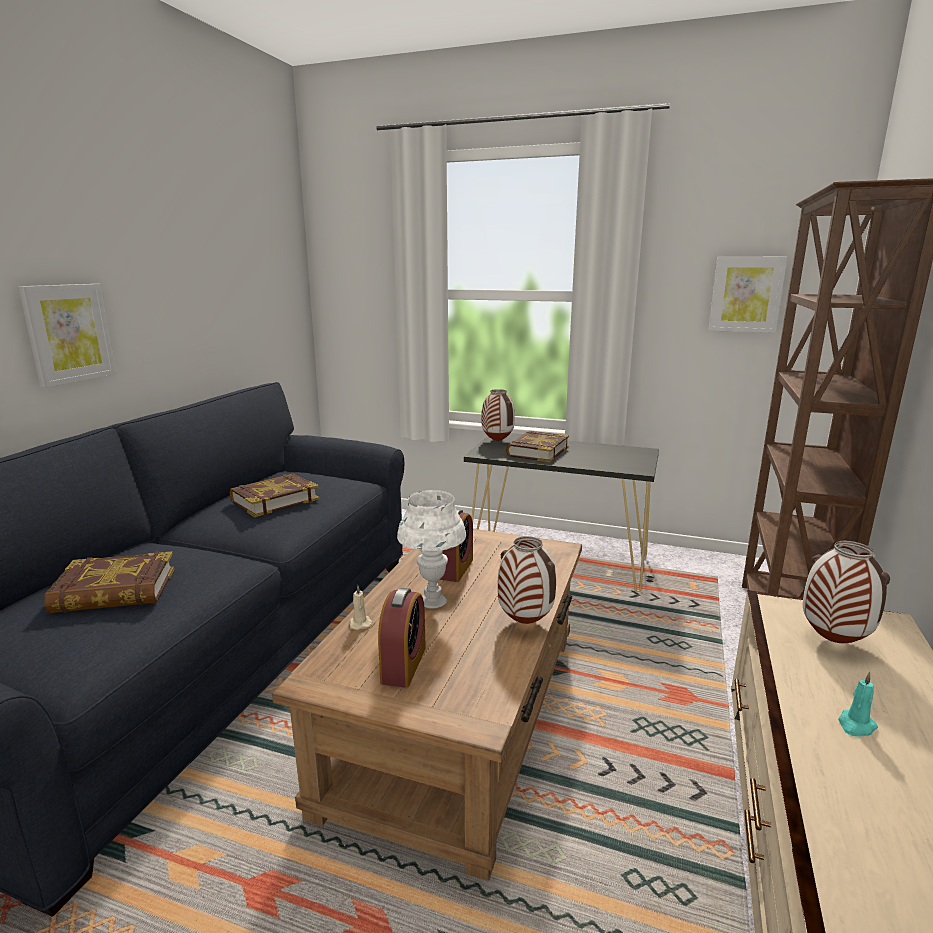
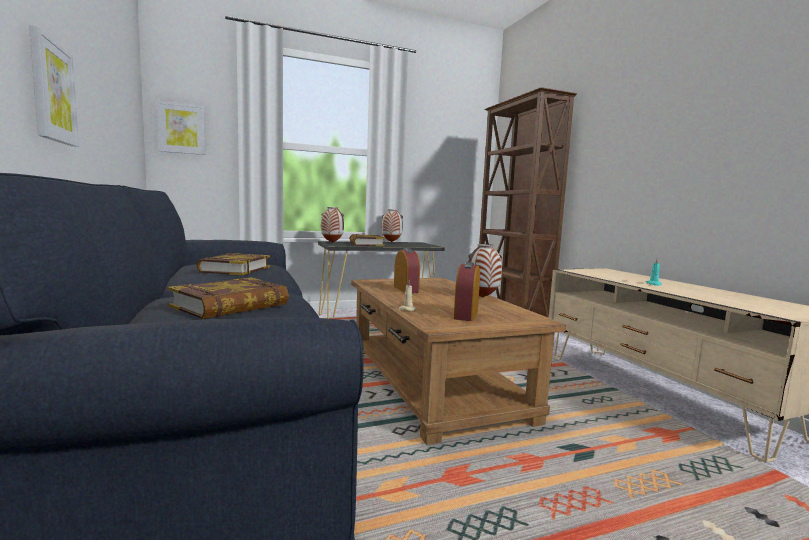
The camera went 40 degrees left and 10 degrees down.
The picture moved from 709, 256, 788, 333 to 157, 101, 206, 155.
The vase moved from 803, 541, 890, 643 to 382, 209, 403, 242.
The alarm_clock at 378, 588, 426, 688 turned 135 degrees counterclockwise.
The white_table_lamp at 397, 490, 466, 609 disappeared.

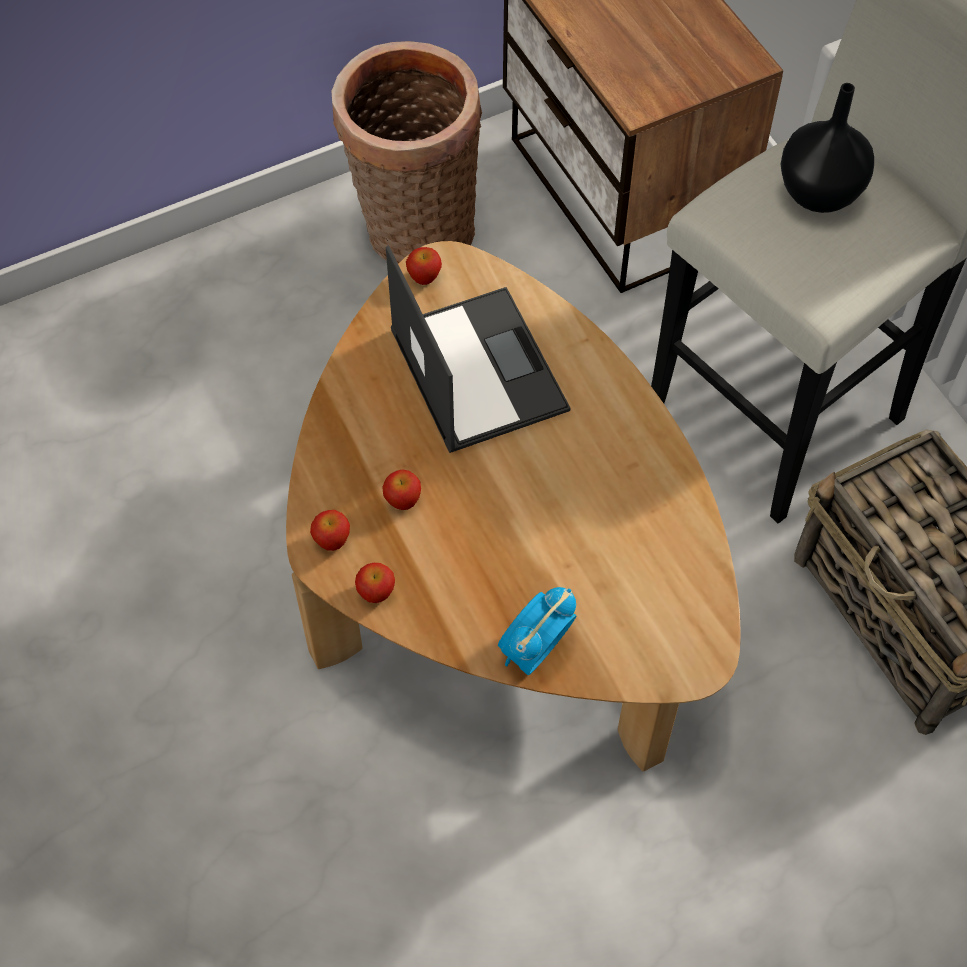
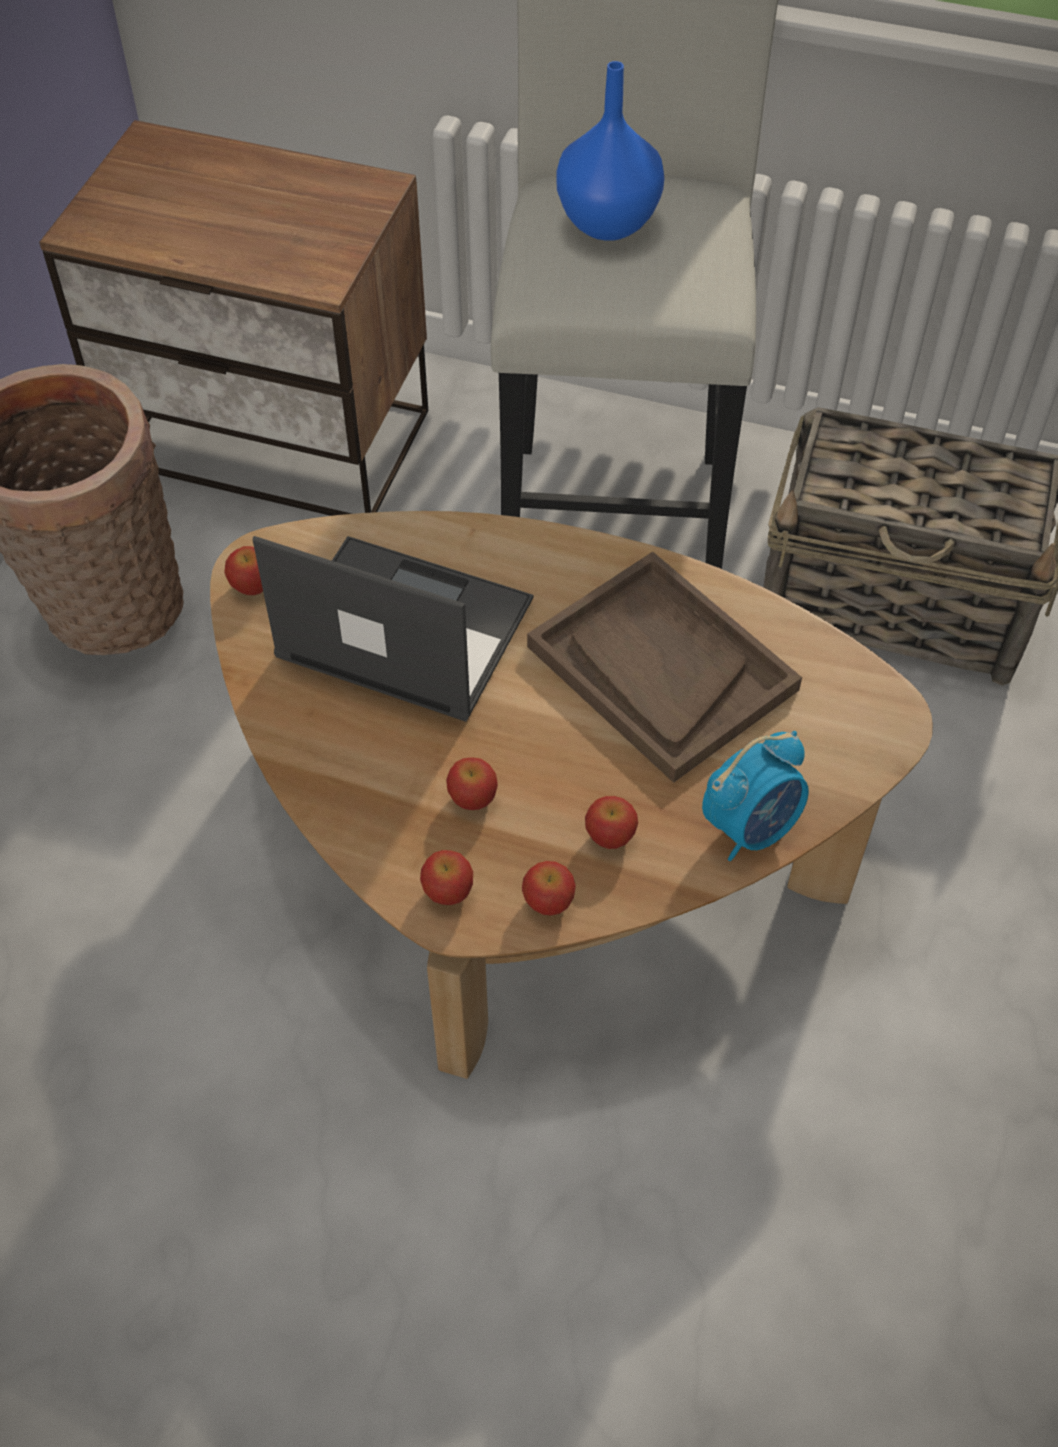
The camera went 45 degrees left and 5 degrees down.
The brown_tray at 527, 552, 802, 783 appeared.
The black_vase at 780, 83, 874, 213 became the blue_vase at 556, 61, 664, 241.
The apple at 585, 796, 638, 849 appeared.
The alarm_clock at 498, 587, 576, 675 turned 120 degrees counterclockwise.

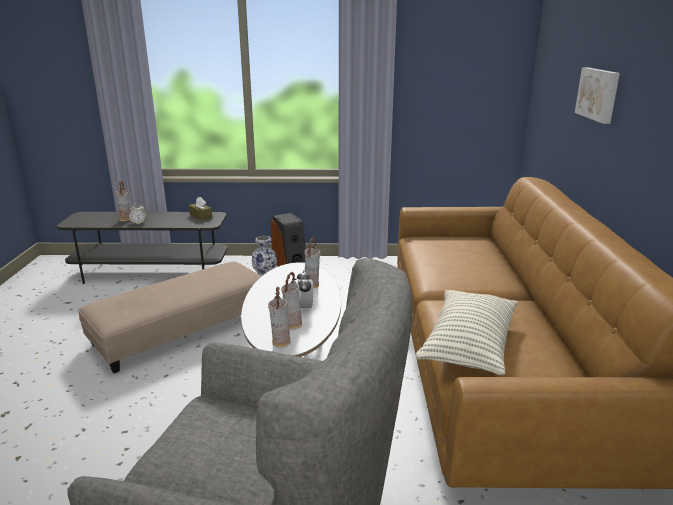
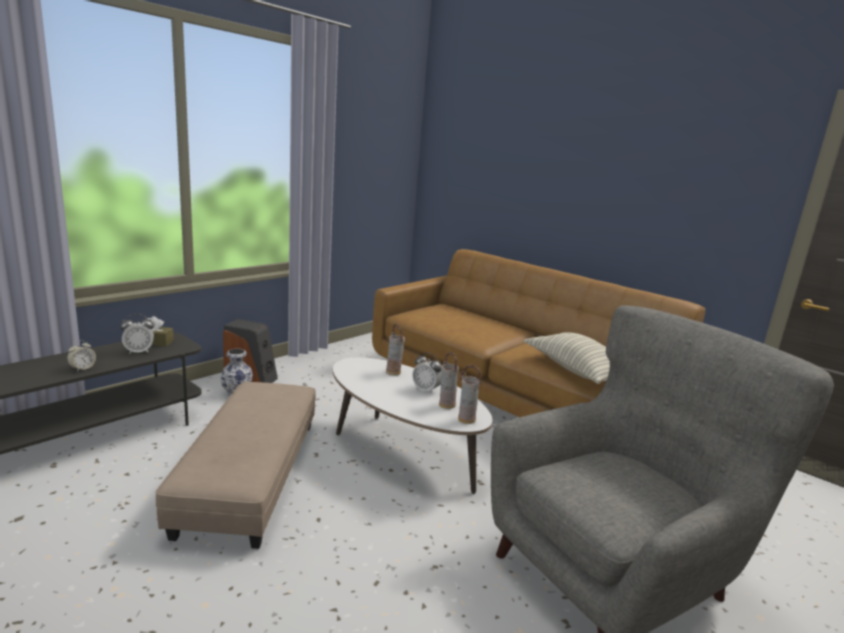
The camera went 50 degrees left and 5 degrees down.
The alarm_clock at 120, 314, 154, 354 appeared.
The vase at 116, 181, 131, 221 disappeared.
The picture at 575, 67, 620, 124 disappeared.

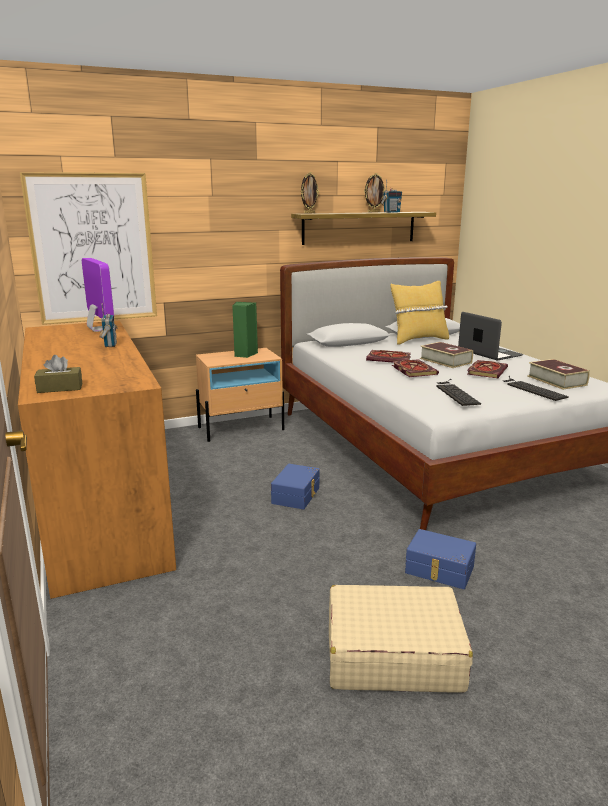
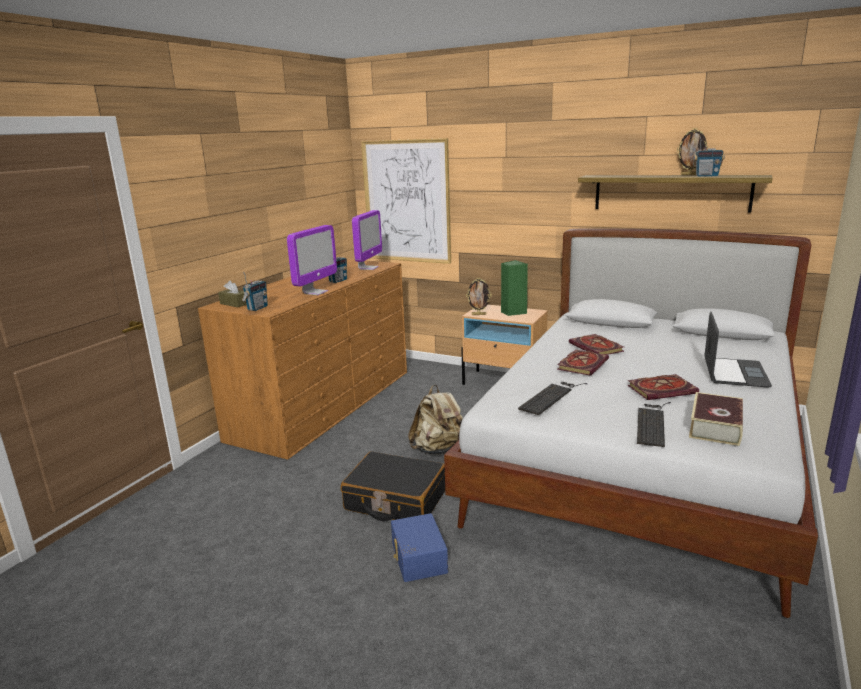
The camera went 50 degrees right and 0 degrees up.
The radio at 242, 272, 268, 311 appeared.
The monitor at 287, 225, 337, 295 appeared.
The black_suitcase at 341, 451, 445, 521 appeared.
The blue_storage_box at 271, 464, 320, 509 was replaced by the beige_backpack at 408, 385, 463, 455.
The picture_frame moved from 301, 172, 319, 214 to 466, 278, 491, 315.
The beige_suitcase at 329, 585, 473, 692 disappeared.
The yellow_pillow at 390, 281, 449, 345 disappeared.
The book at 420, 342, 473, 368 disappeared.

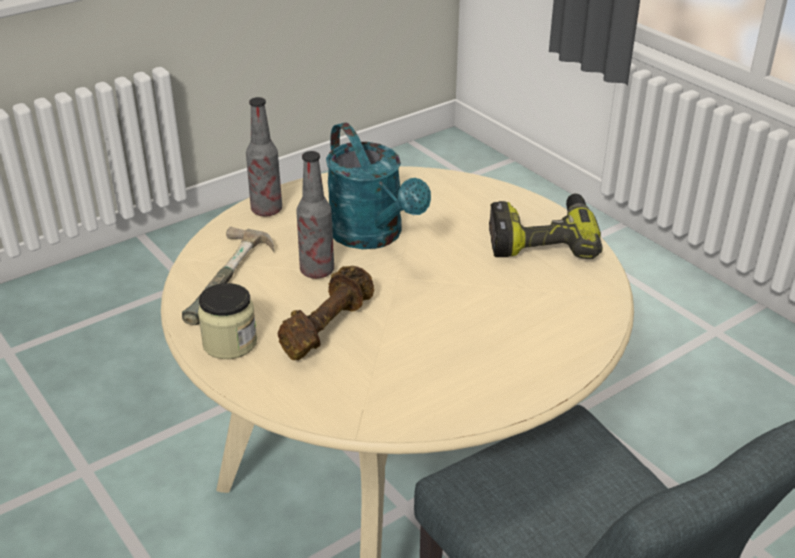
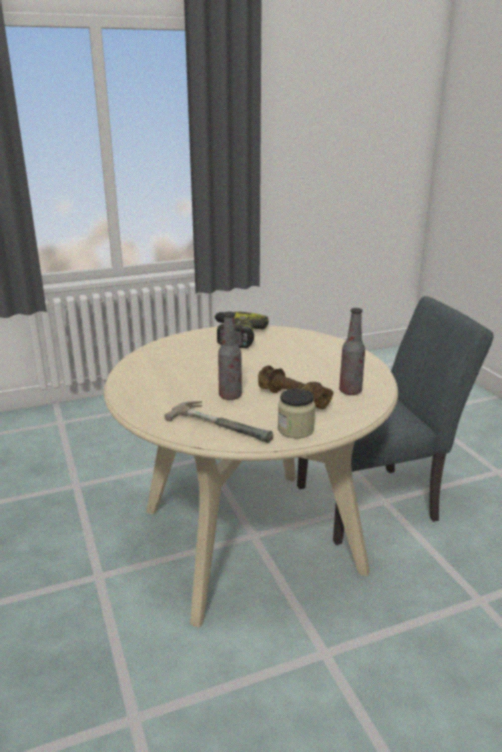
The camera went 75 degrees left and 10 degrees down.
The bottle moved from 246, 97, 282, 216 to 339, 308, 365, 395.
The turquoise_watering_can at 326, 122, 431, 249 disappeared.

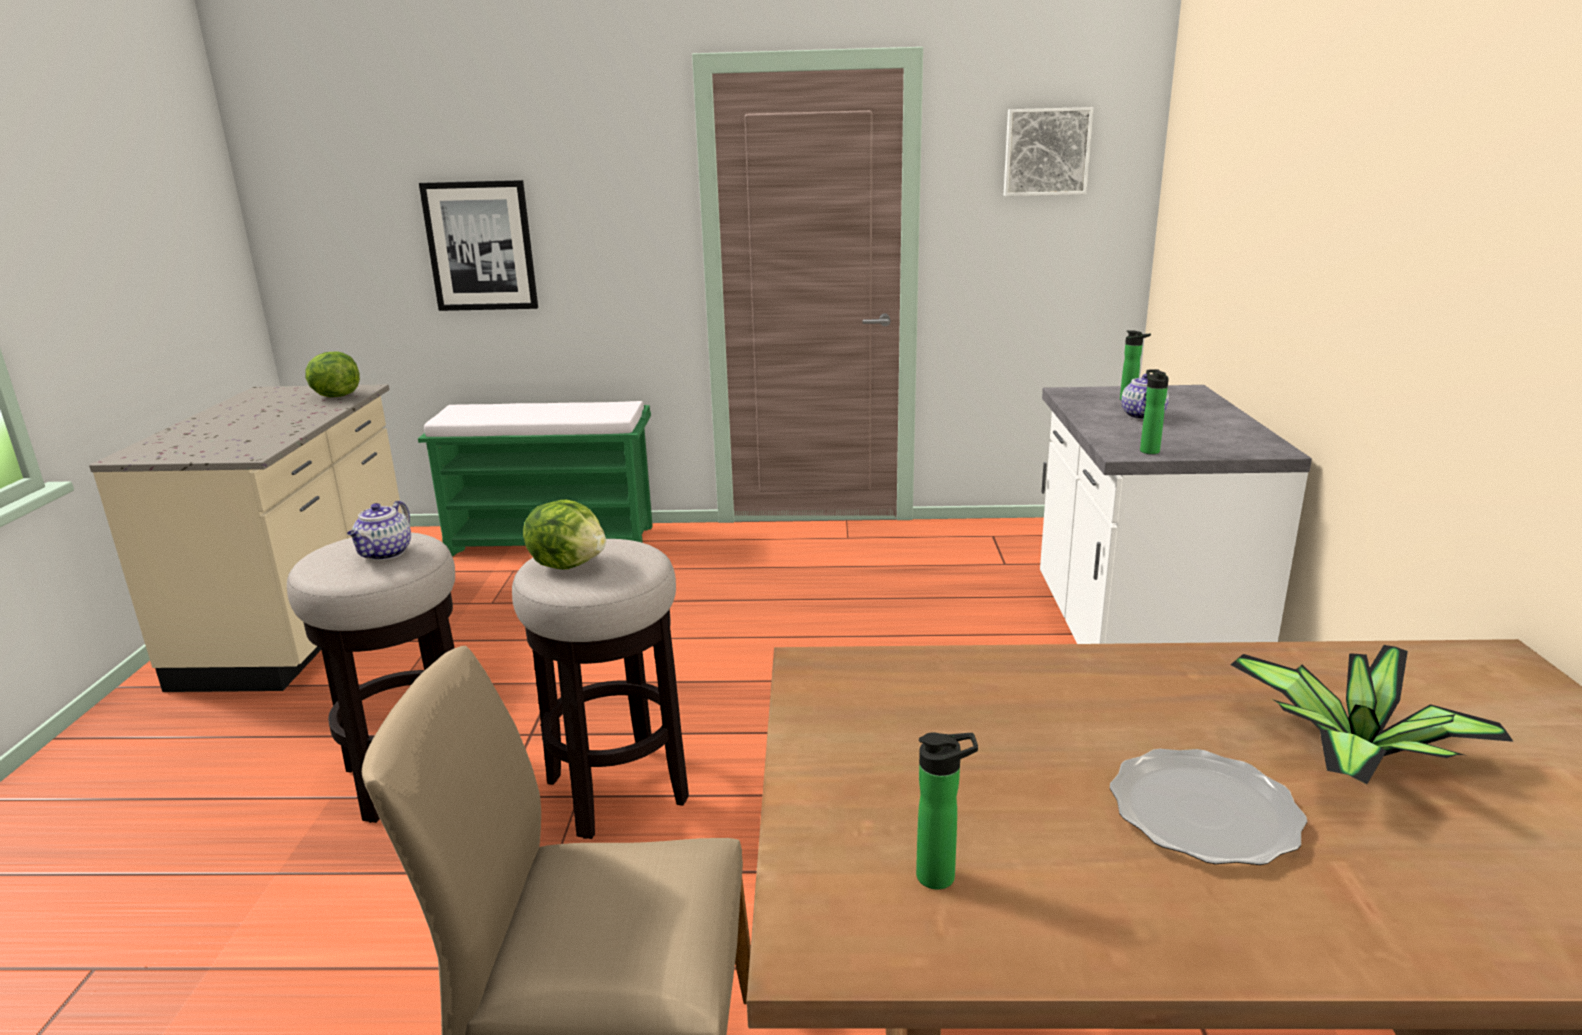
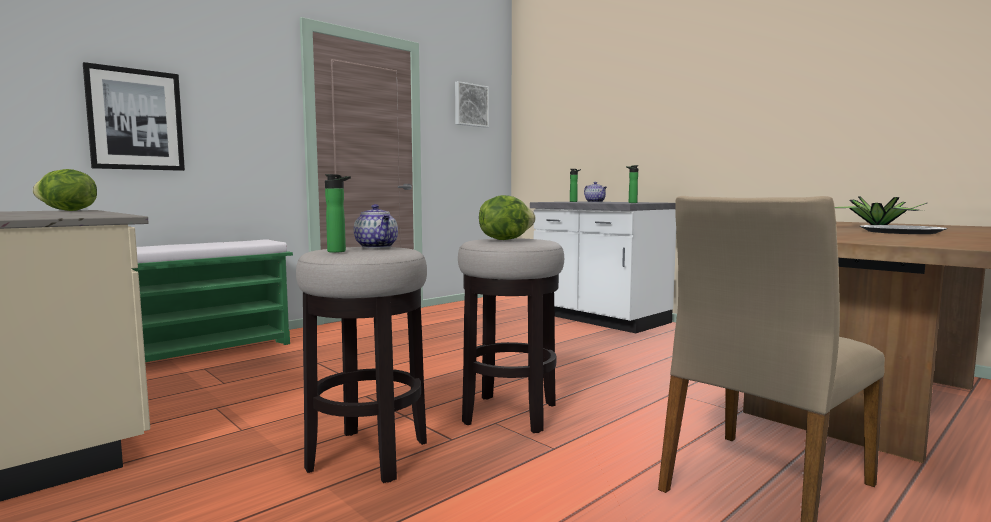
The camera went 45 degrees left and 15 degrees down.
The bottle moved from 916, 732, 978, 890 to 325, 174, 351, 252.

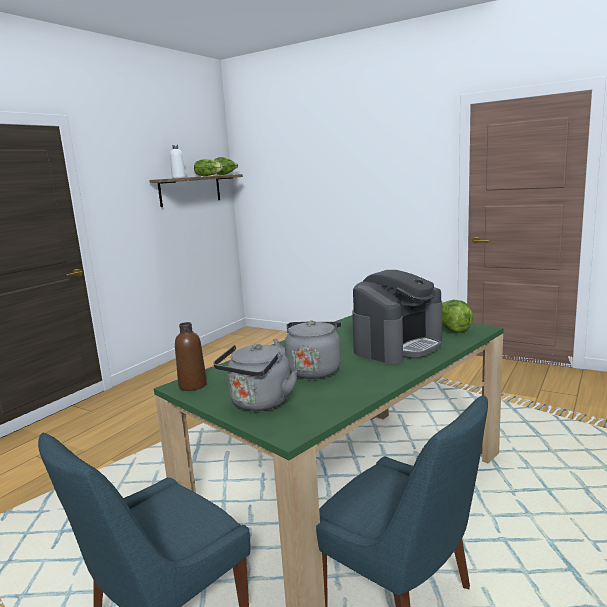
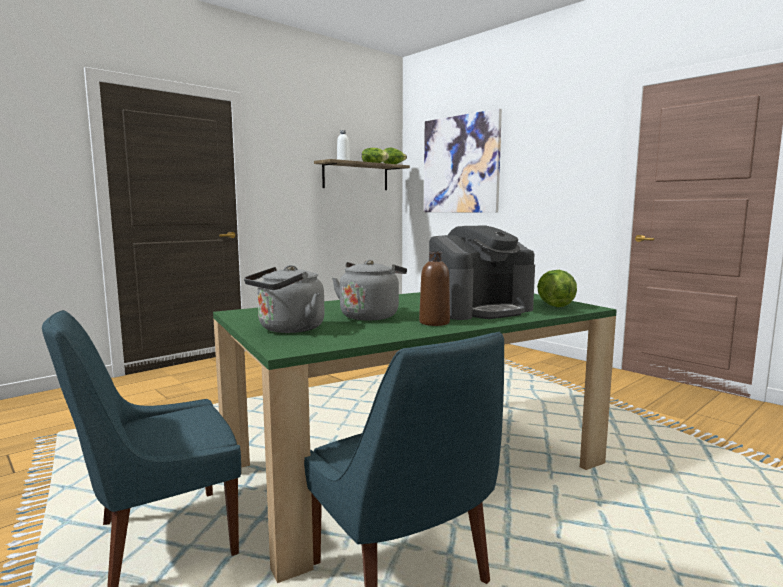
The camera went 15 degrees right and 5 degrees down.
The brown_bottle moved from 175, 322, 207, 391 to 419, 251, 450, 326.
The picture at 424, 109, 502, 213 appeared.

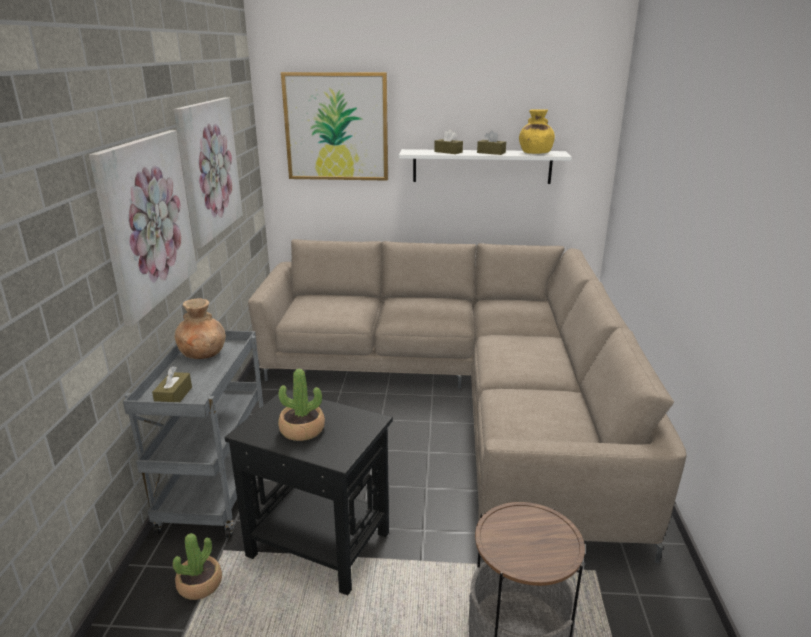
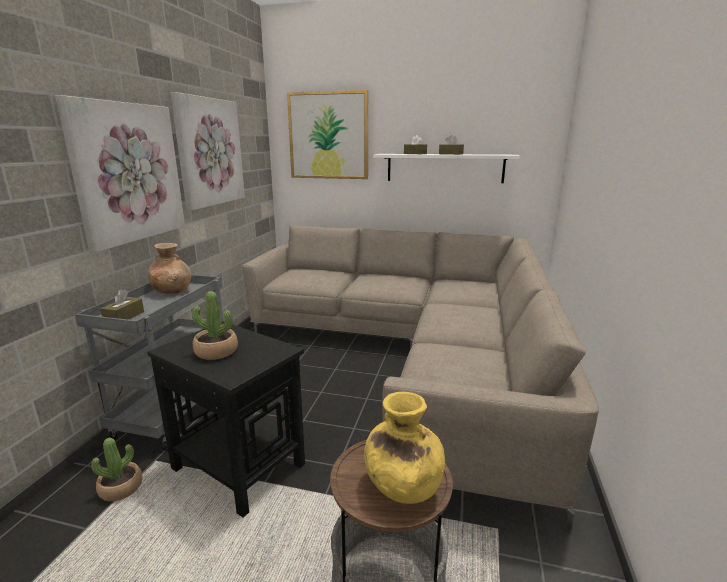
The camera went 10 degrees right and 5 degrees down.
The yellow_vase moved from 519, 109, 555, 154 to 364, 392, 445, 504.

